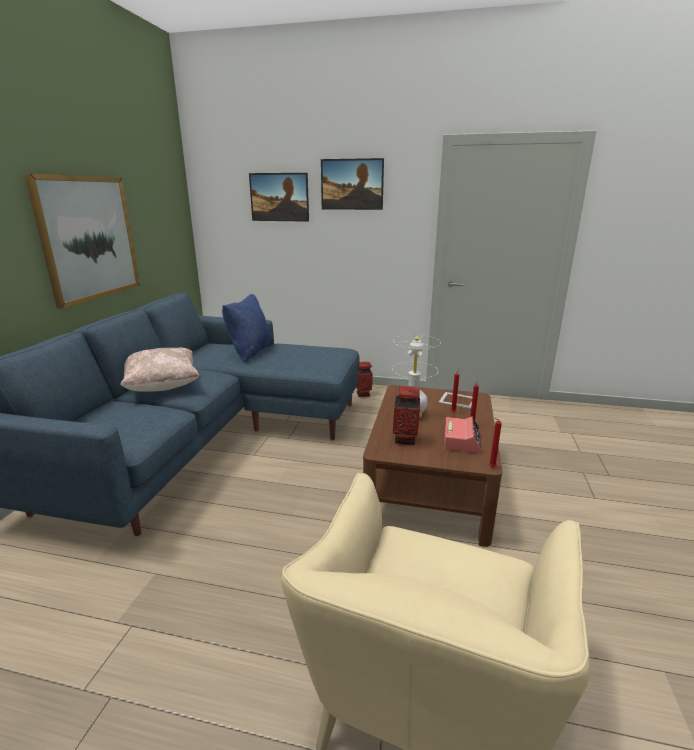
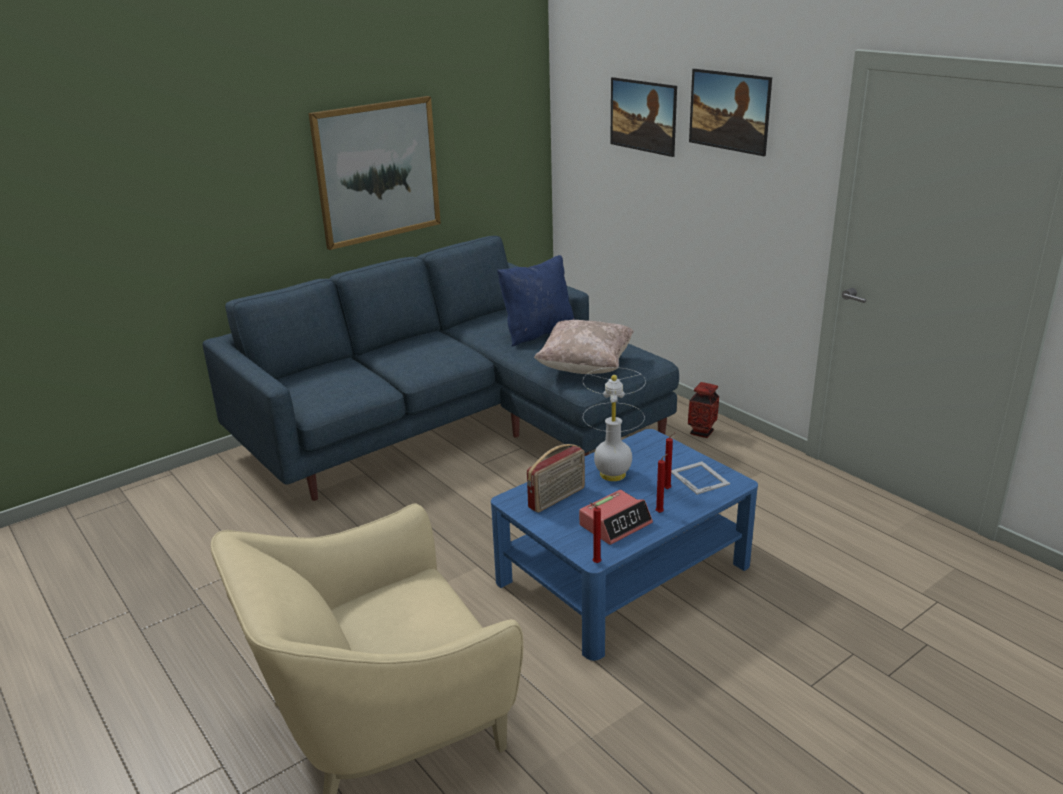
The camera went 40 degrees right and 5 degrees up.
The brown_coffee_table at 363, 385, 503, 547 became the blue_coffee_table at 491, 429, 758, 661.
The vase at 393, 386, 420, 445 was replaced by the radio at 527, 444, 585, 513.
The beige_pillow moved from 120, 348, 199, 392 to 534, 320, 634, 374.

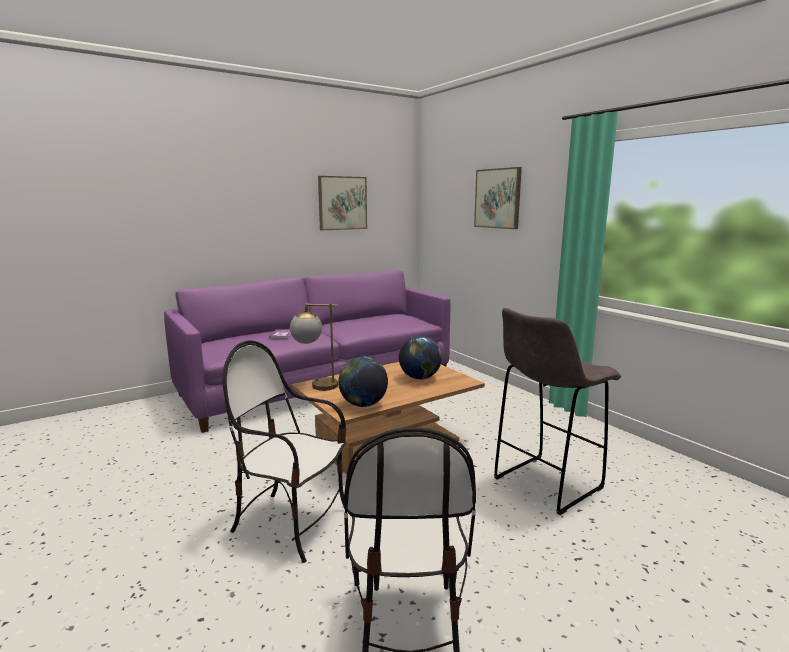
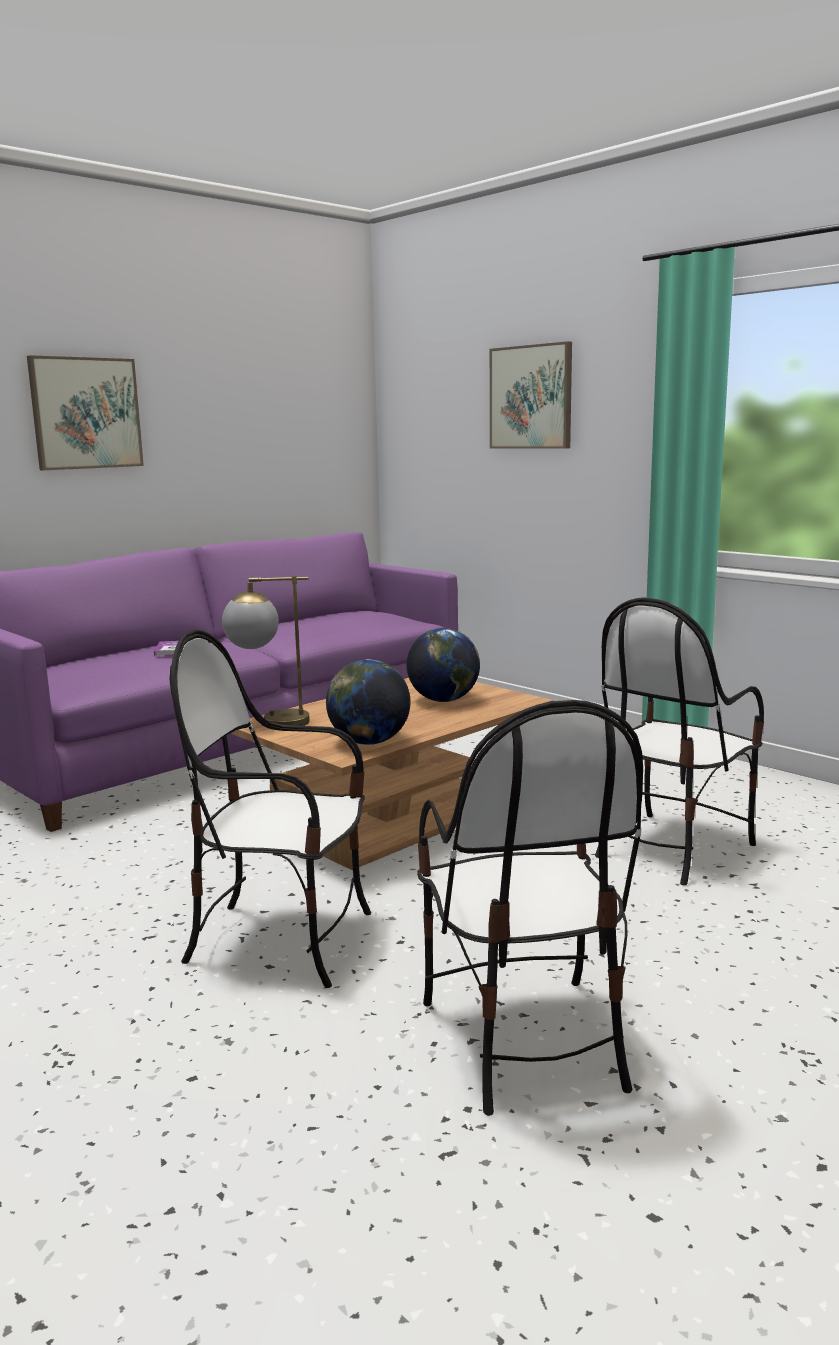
The camera went 10 degrees left and 0 degrees up.
The picture moved from 318, 176, 367, 230 to 27, 355, 144, 470.
The grey_stool at 494, 308, 621, 515 was replaced by the chair at 595, 597, 764, 885.

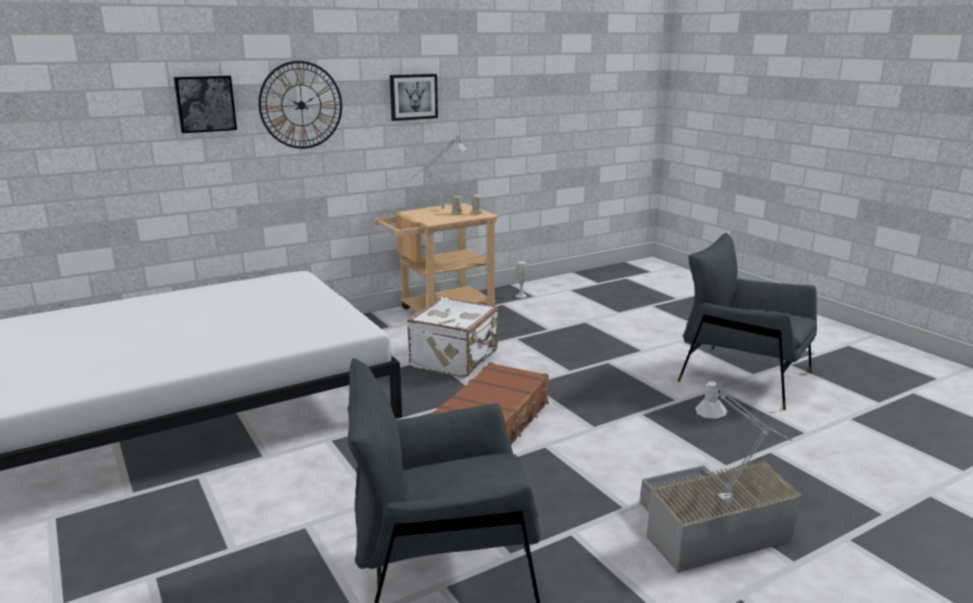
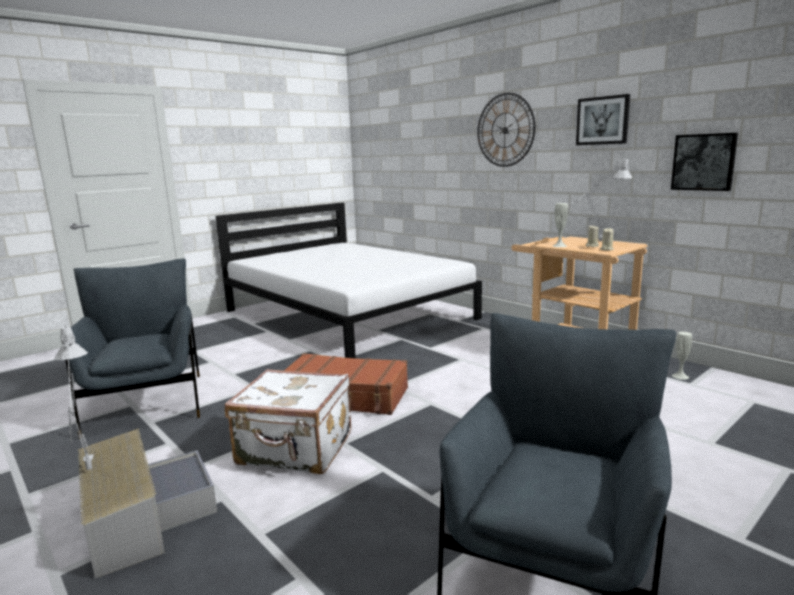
The camera went 80 degrees right and 5 degrees down.
The white_suitcase moved from 407, 297, 498, 377 to 225, 369, 351, 474.
The white_vase at 553, 203, 568, 247 appeared.
The picture moved from 174, 76, 237, 133 to 671, 133, 738, 191.

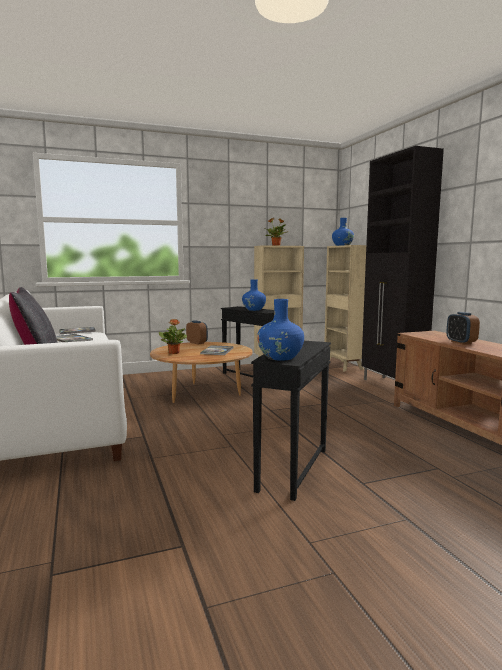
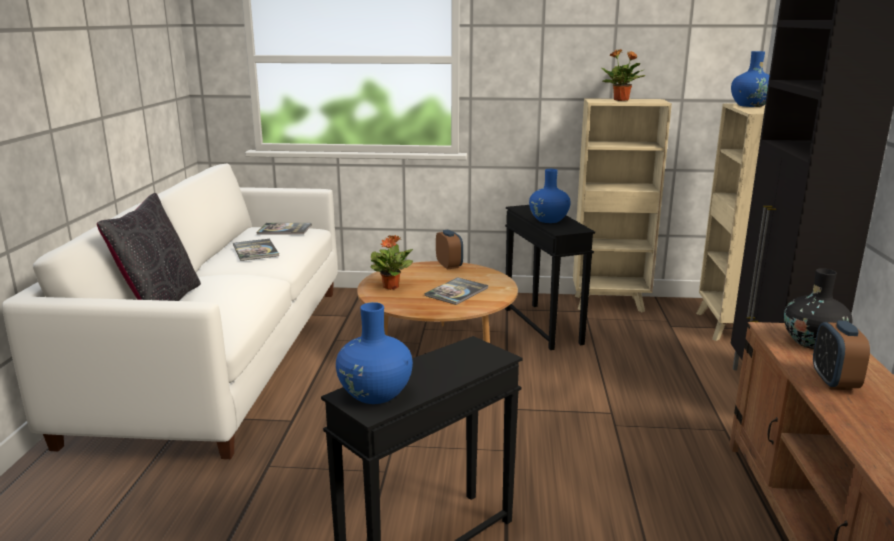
The camera went 25 degrees right and 10 degrees up.
The black_vase at 784, 268, 853, 349 appeared.

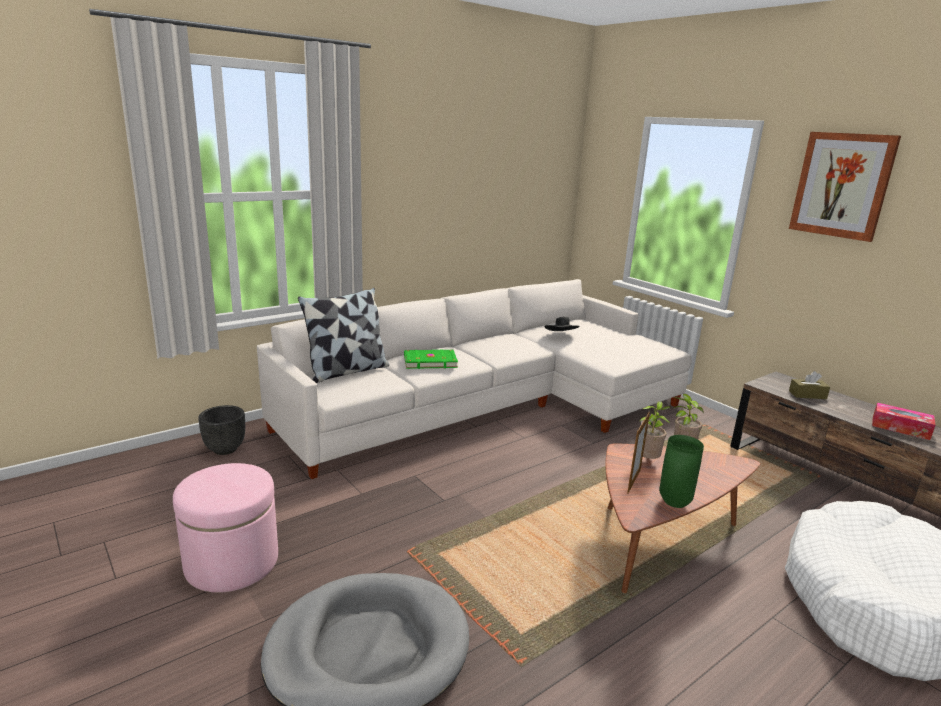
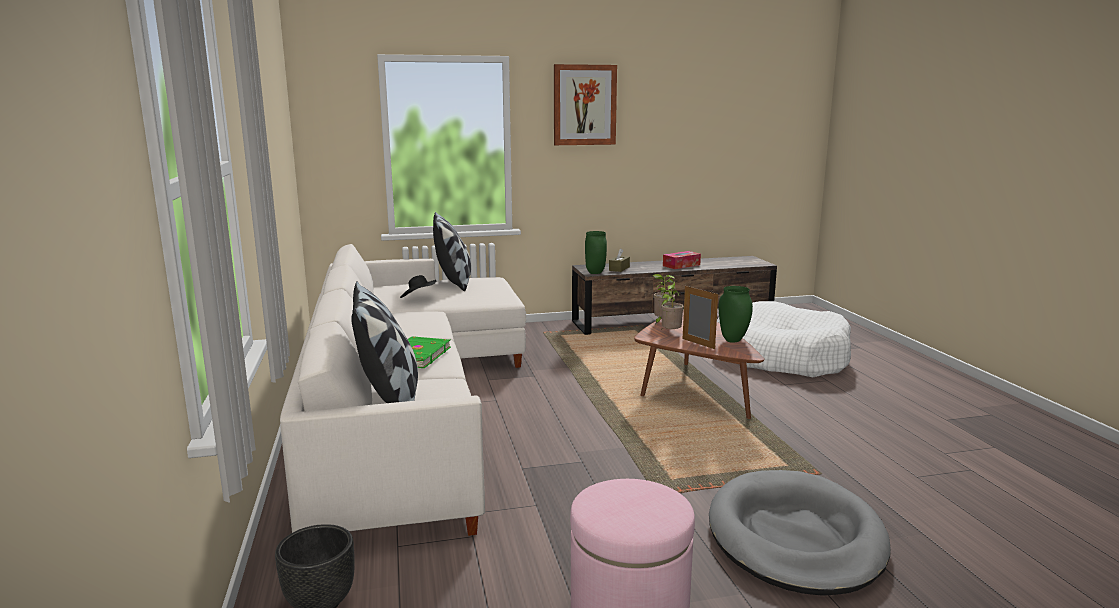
The camera went 65 degrees left and 5 degrees down.
The pillow at 433, 212, 471, 291 appeared.
The green_vase at 585, 231, 607, 274 appeared.

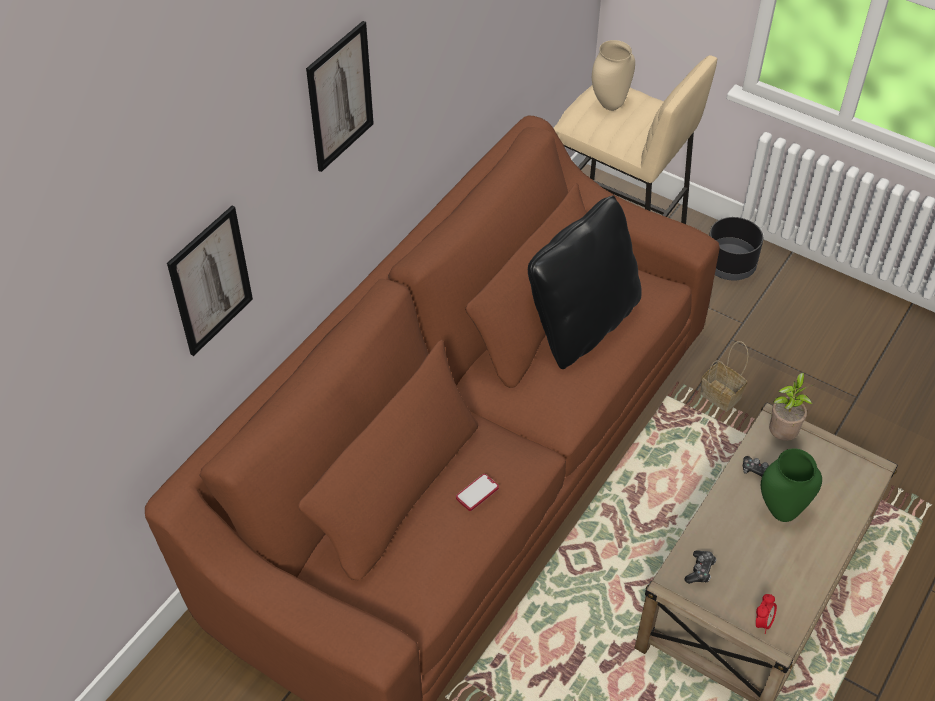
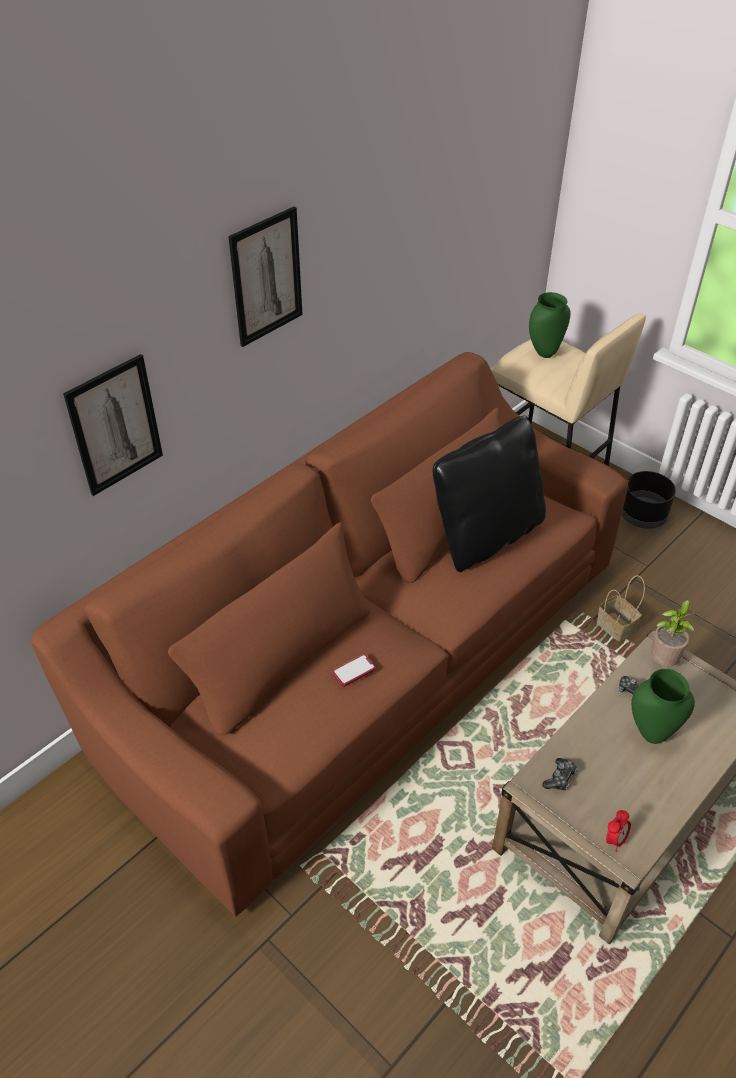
The camera went 10 degrees right and 5 degrees down.
The beige_vase at 592, 40, 635, 111 became the green_vase at 529, 292, 571, 358.

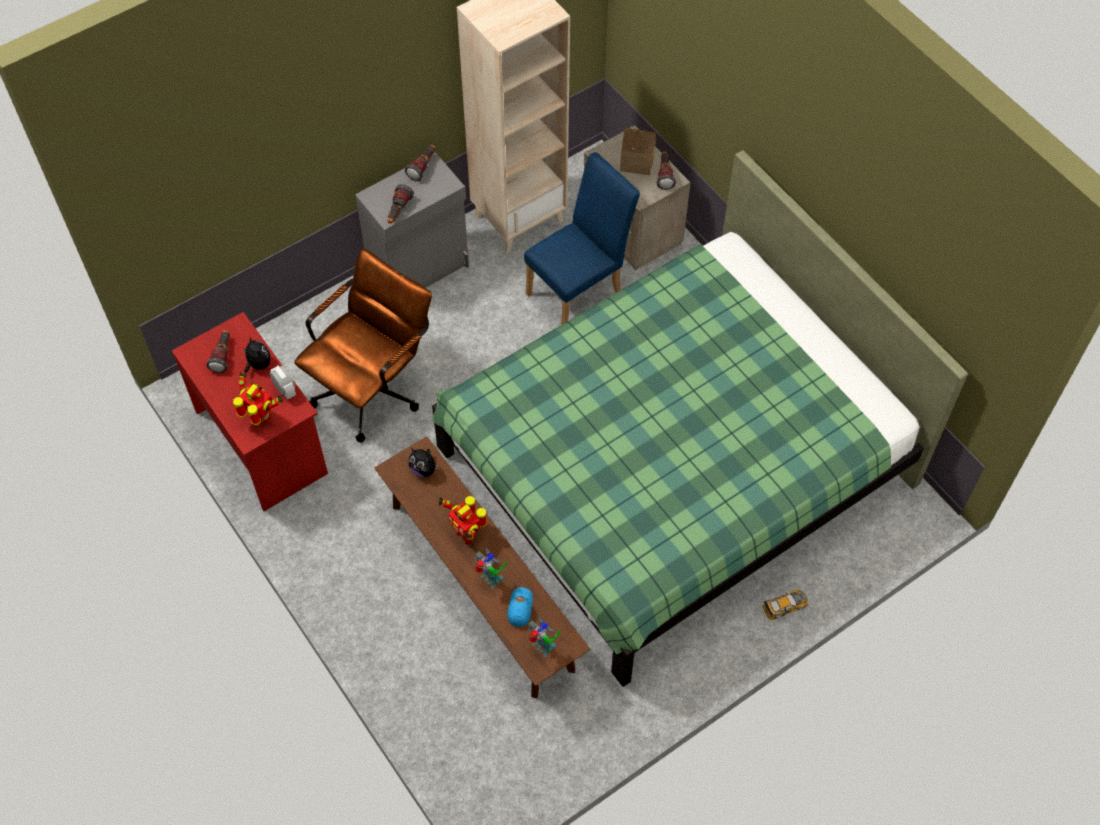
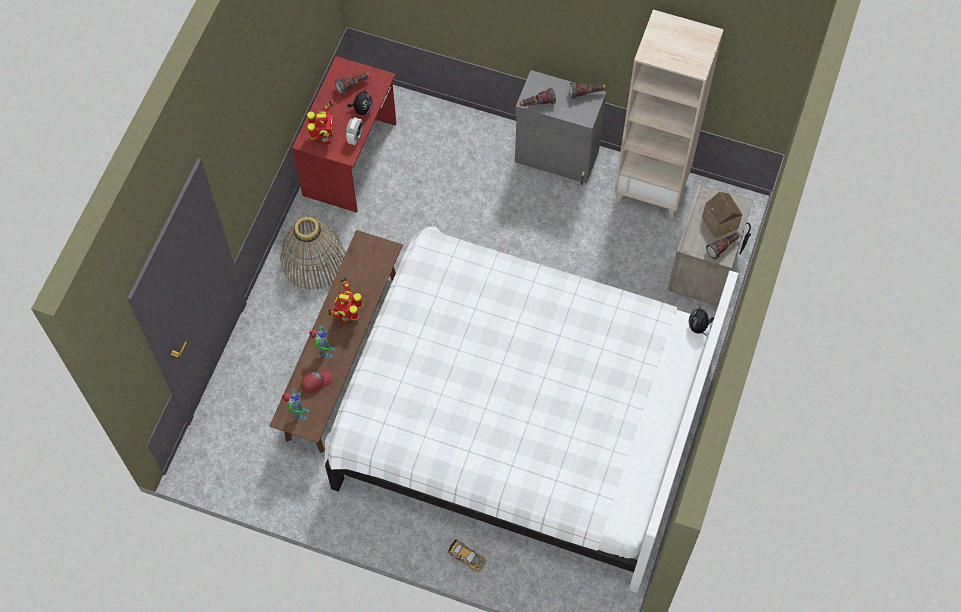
The camera went 55 degrees right and 5 degrees up.
The basket at 281, 217, 346, 290 appeared.
The blue_cap at 507, 587, 533, 627 became the red_cap at 301, 370, 333, 393.
The green_bed at 431, 150, 968, 687 became the white_bed at 325, 227, 739, 593.
The plush_toy moved from 409, 448, 441, 477 to 689, 307, 714, 335.
The brown_office_chair at 294, 249, 432, 443 disappeared.
The blue_chair at 524, 152, 640, 325 disappeared.

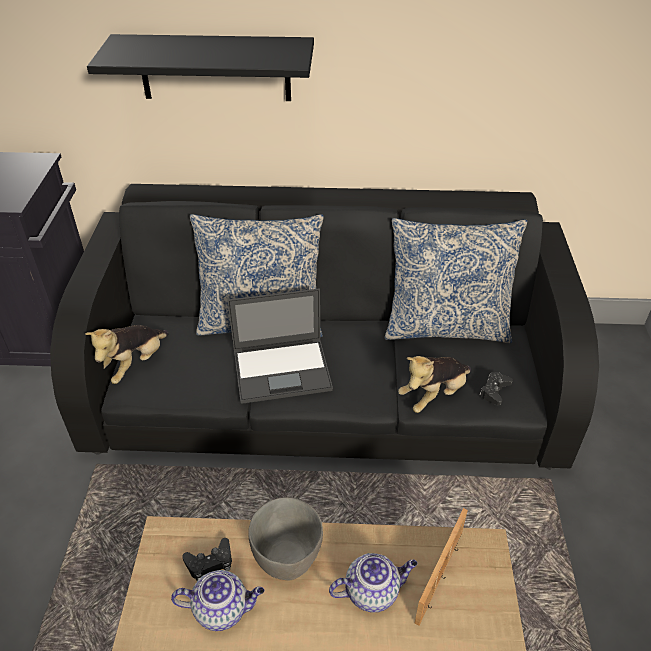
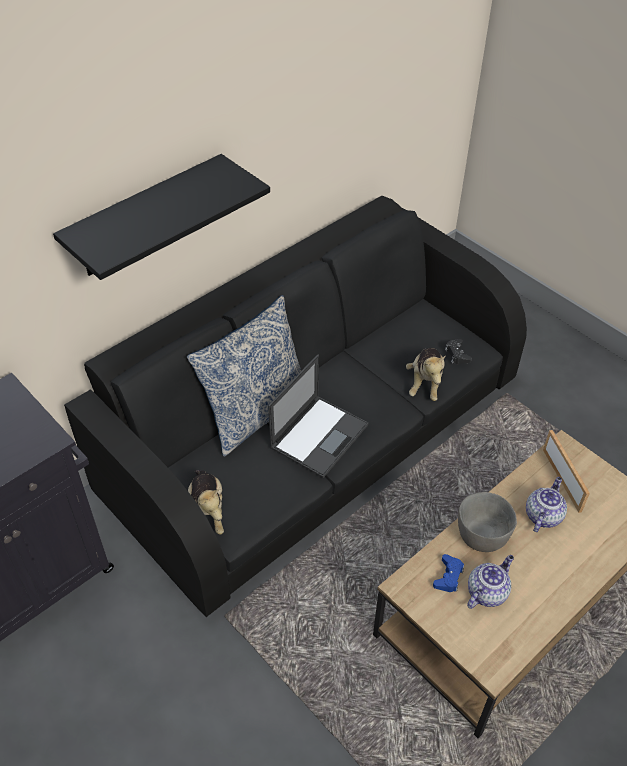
The camera went 45 degrees left and 5 degrees up.
The black_game_controller at 182, 538, 232, 581 became the blue_game_controller at 433, 554, 464, 592.
The pillow at 385, 218, 527, 343 disappeared.

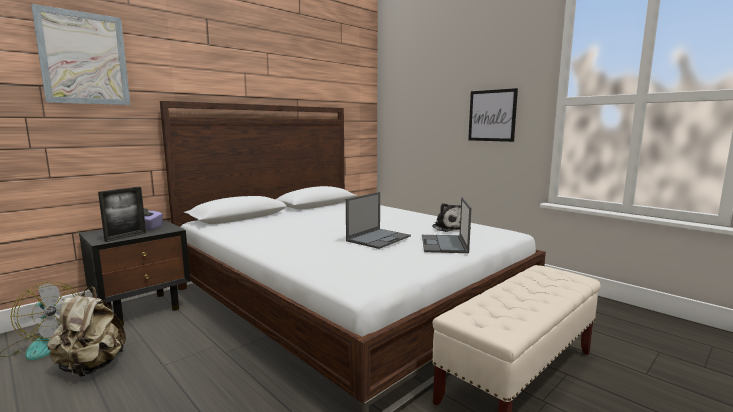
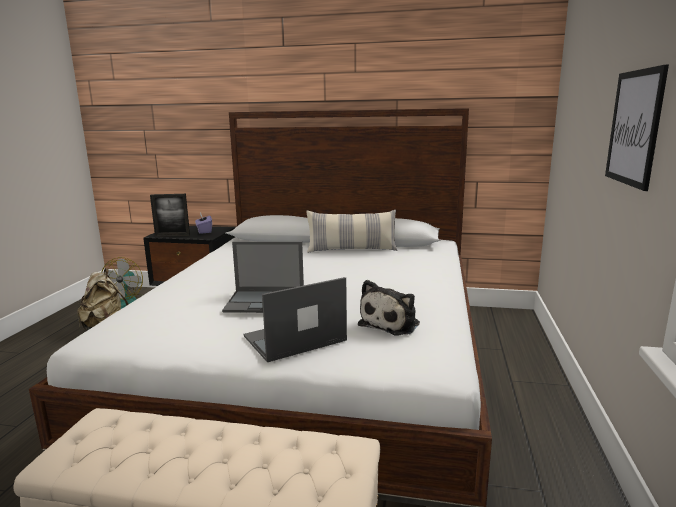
The camera went 55 degrees right and 5 degrees up.
The pillow at 306, 210, 398, 253 appeared.
The picture at 31, 4, 131, 105 disappeared.

